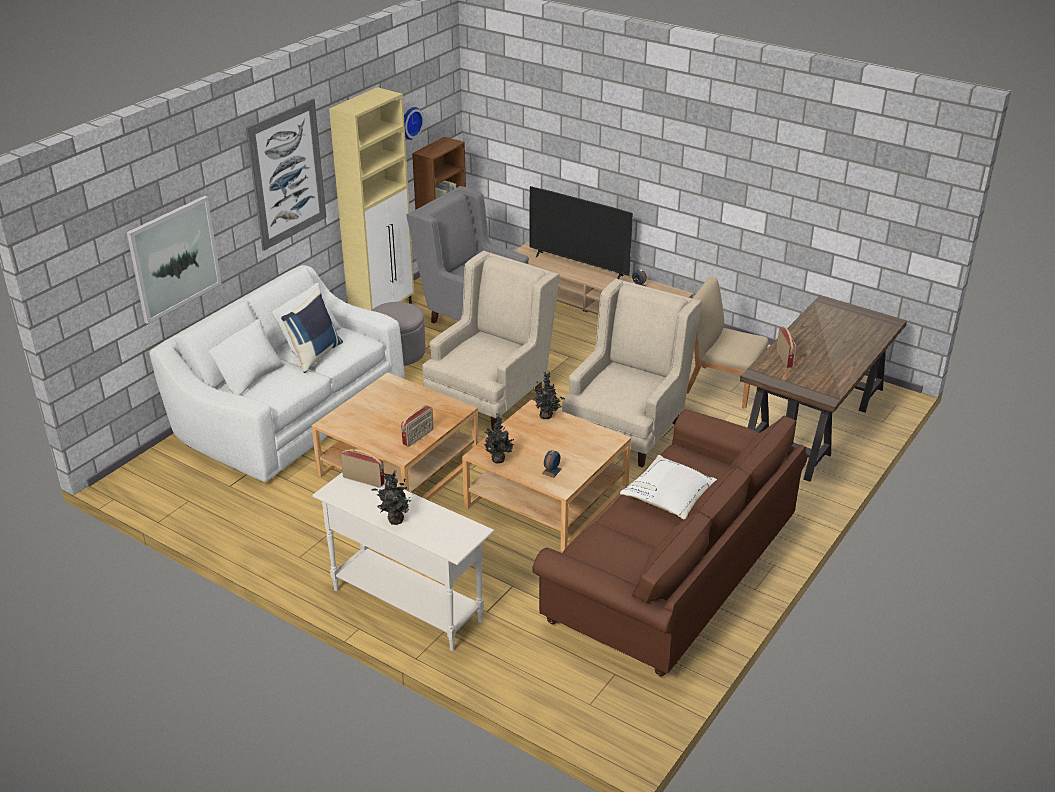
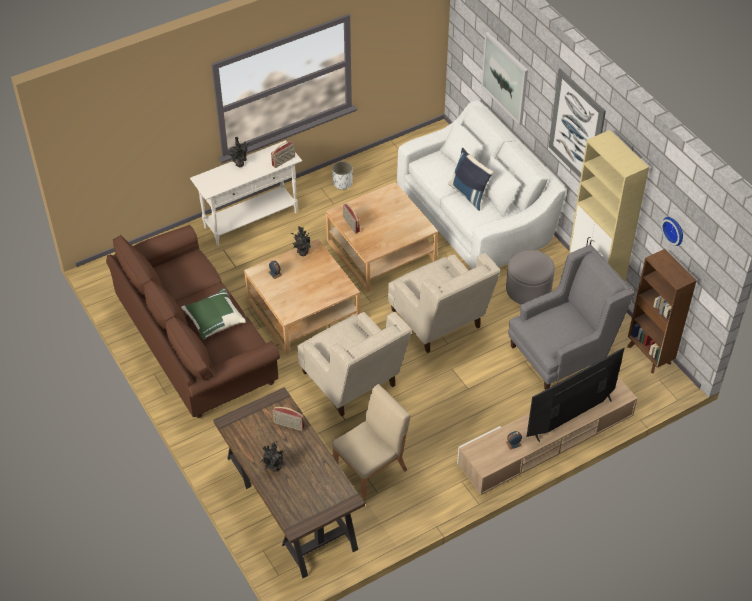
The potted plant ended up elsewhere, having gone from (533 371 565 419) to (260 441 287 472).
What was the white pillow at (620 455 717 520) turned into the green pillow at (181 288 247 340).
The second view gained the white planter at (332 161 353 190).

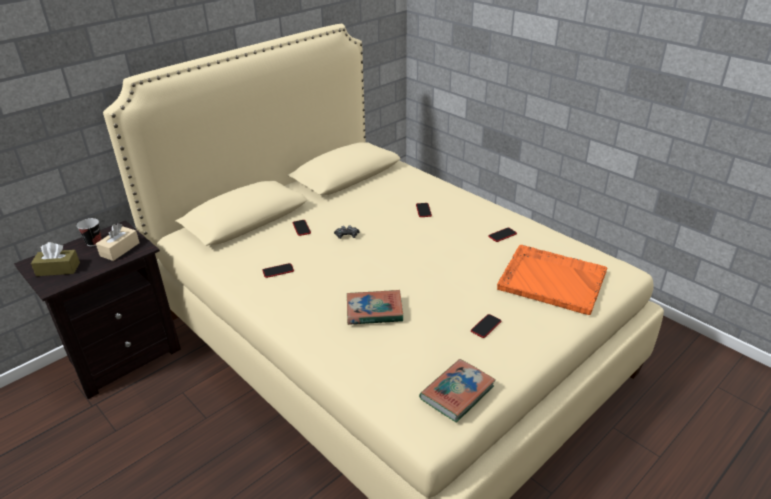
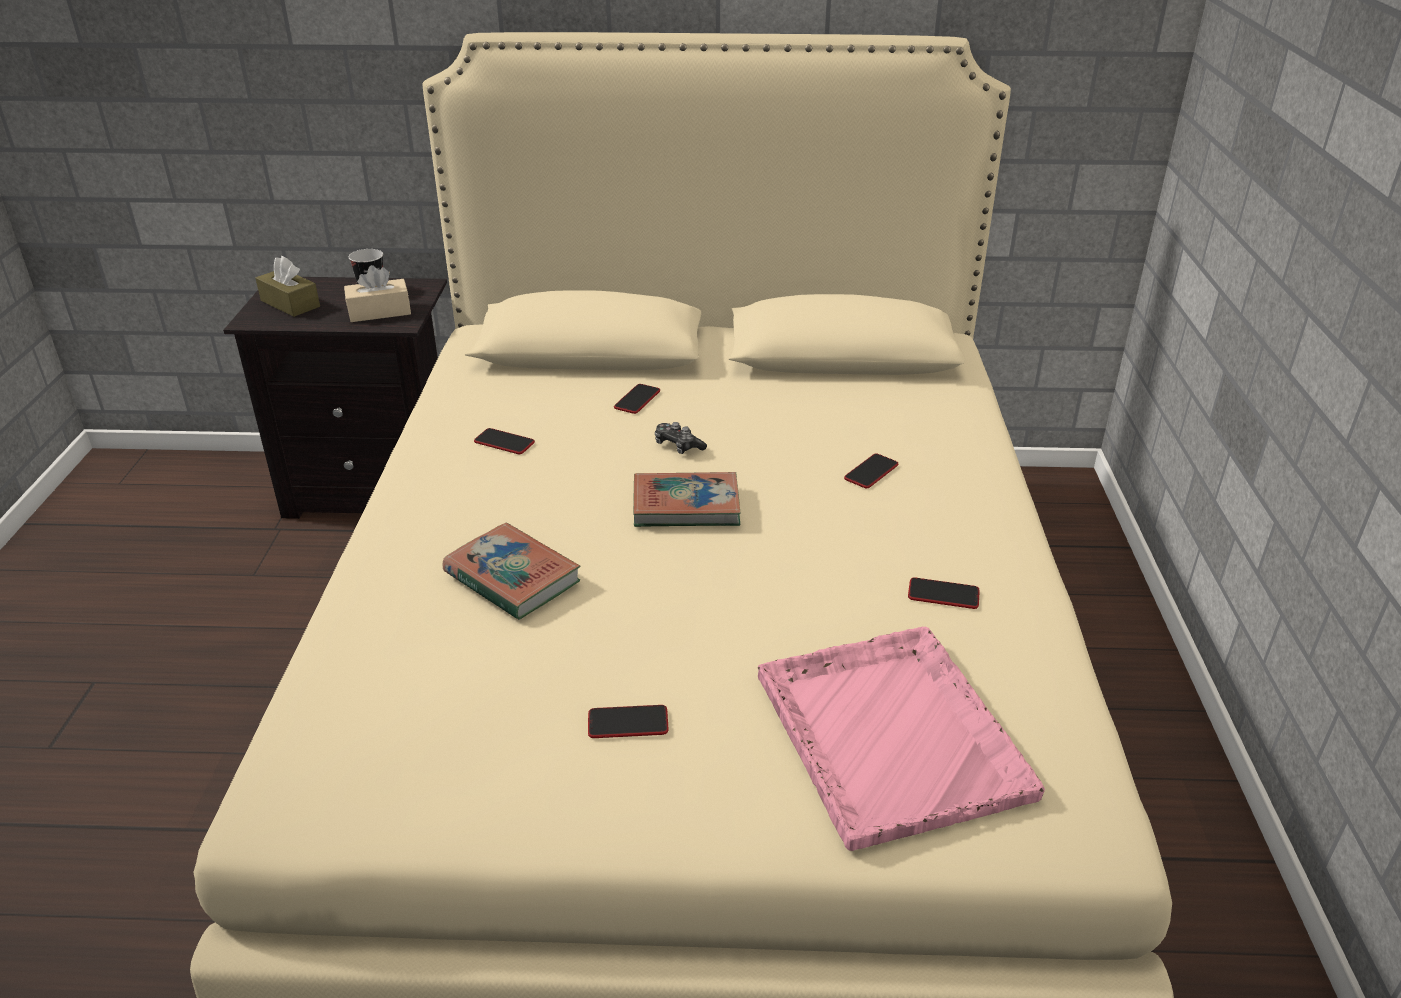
What was the orange tray at (497 245 607 315) turned into the pink tray at (758 627 1045 851).
The book ended up elsewhere, having gone from (419 359 496 422) to (633 472 741 527).

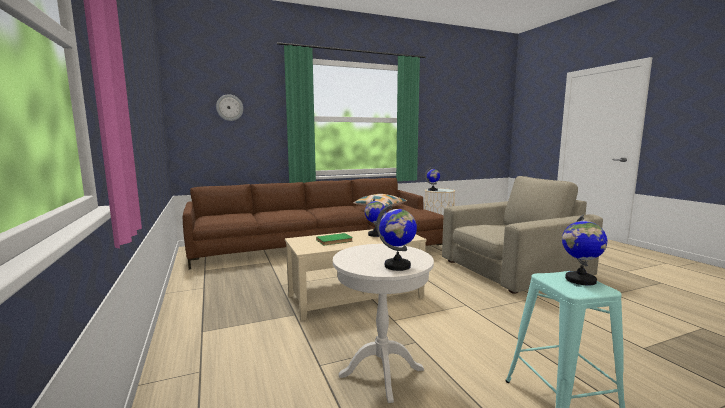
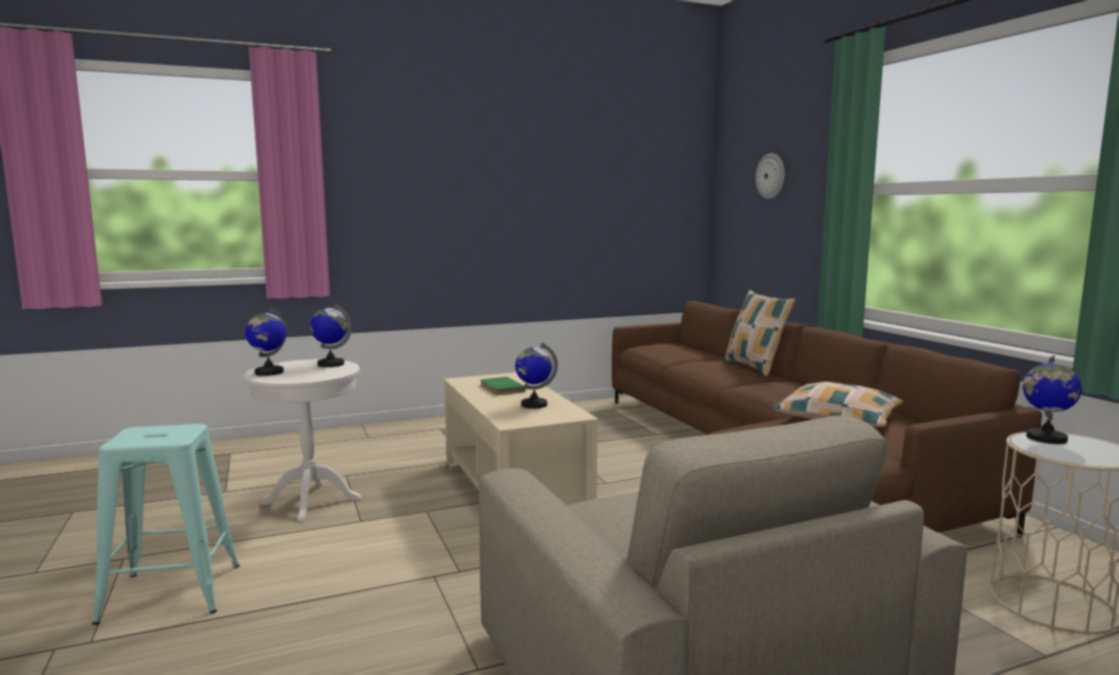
The globe ended up elsewhere, having gone from (562 214 607 286) to (310 304 352 367).
The second view gained the pillow at (724 290 796 376).

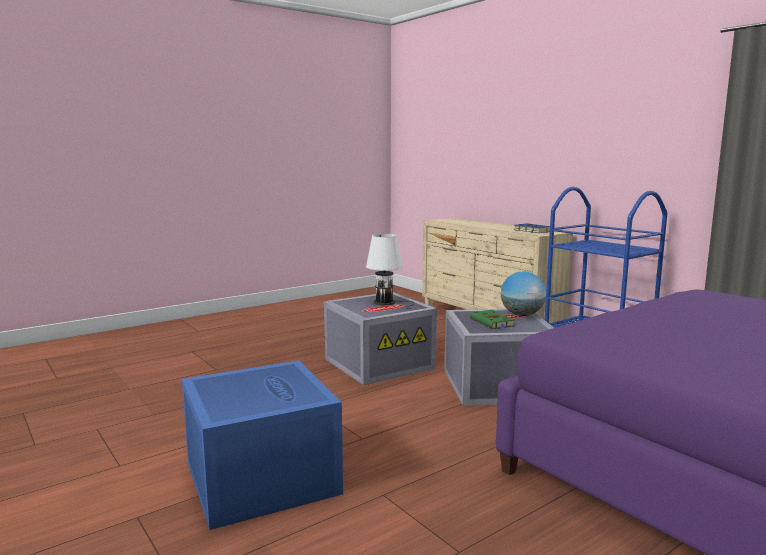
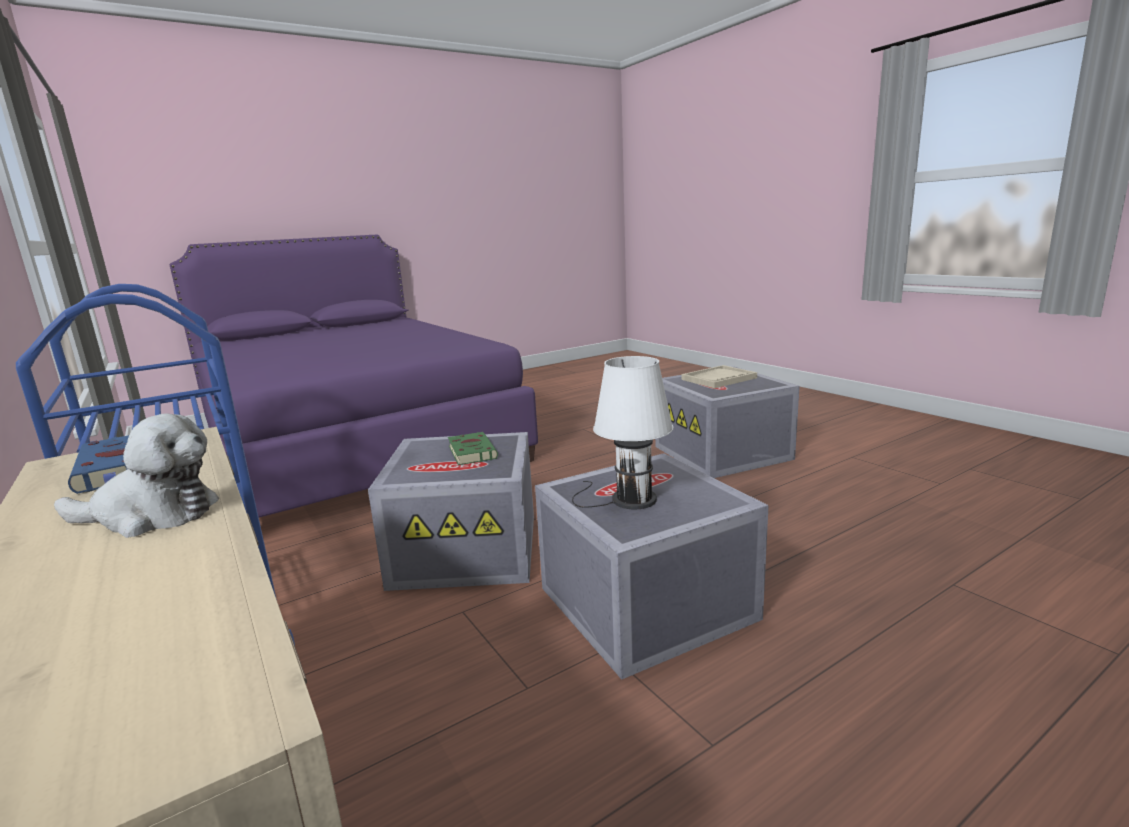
The second view lost the globe at (501 271 546 316).
What was the blue storage box at (182 360 343 530) turned into the grey storage box at (655 367 800 478).
The second view gained the beige tray at (682 365 757 388).
The second view gained the plush toy at (54 413 219 538).

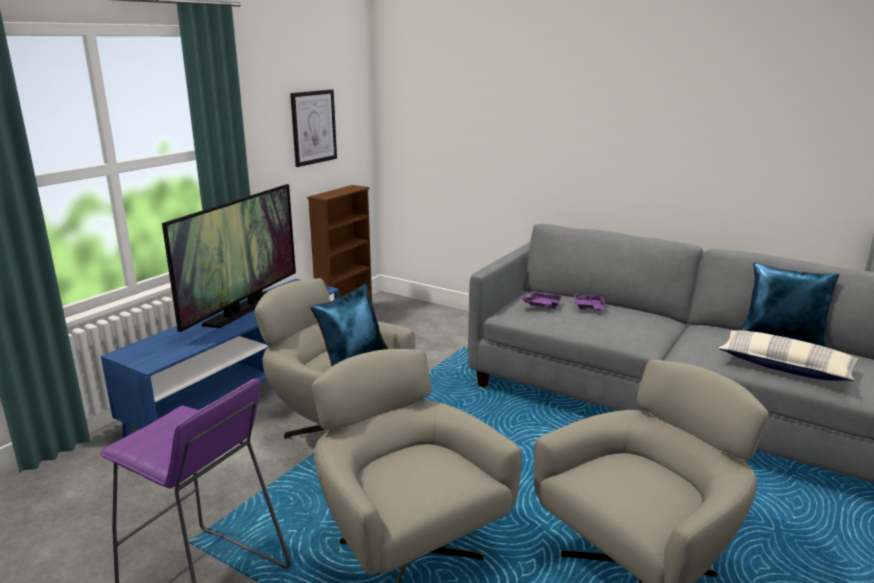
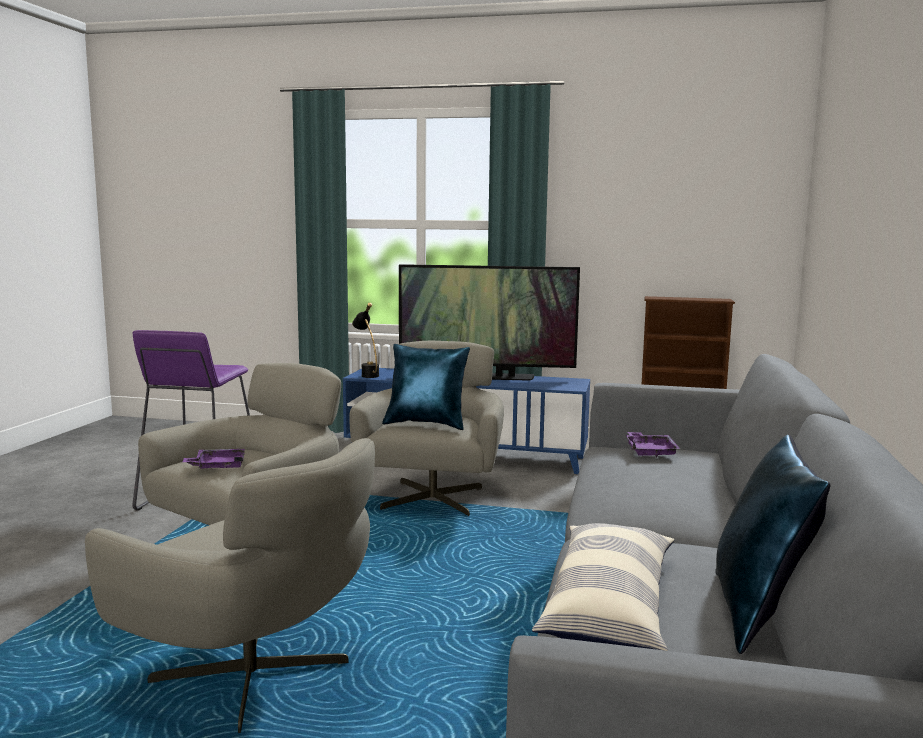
The second view lost the picture at (290 89 337 167).
The purple tray ended up elsewhere, having gone from (574 294 606 310) to (183 449 245 468).
The second view gained the black table lamp at (352 303 379 378).

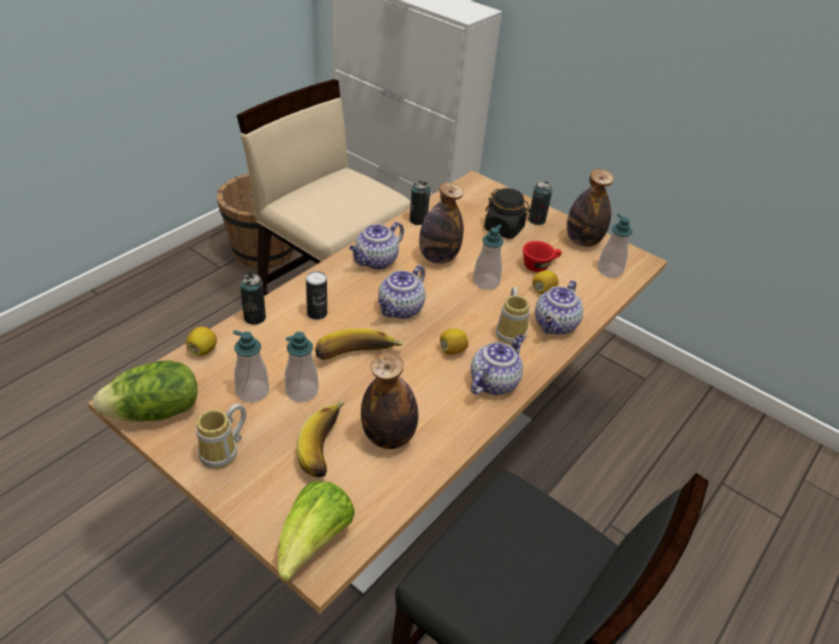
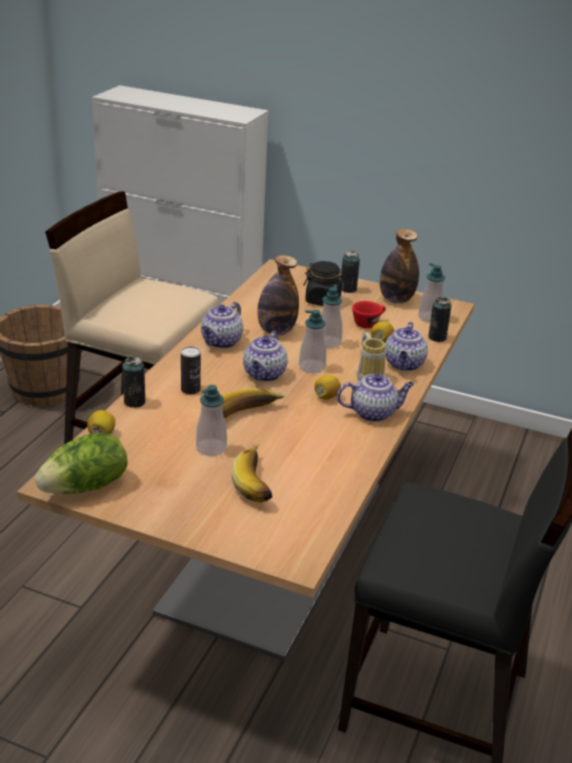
The can ended up elsewhere, having gone from (409 181 430 225) to (428 297 452 342).
The soap dispenser ended up elsewhere, having gone from (233 330 269 402) to (299 310 326 373).
The teapot at (471 335 524 396) ended up facing another way, 60 degrees clockwise from before.
The second view lost the bottle at (361 352 418 449).
The second view lost the mug at (196 404 246 469).
The second view lost the lettuce at (278 481 355 581).

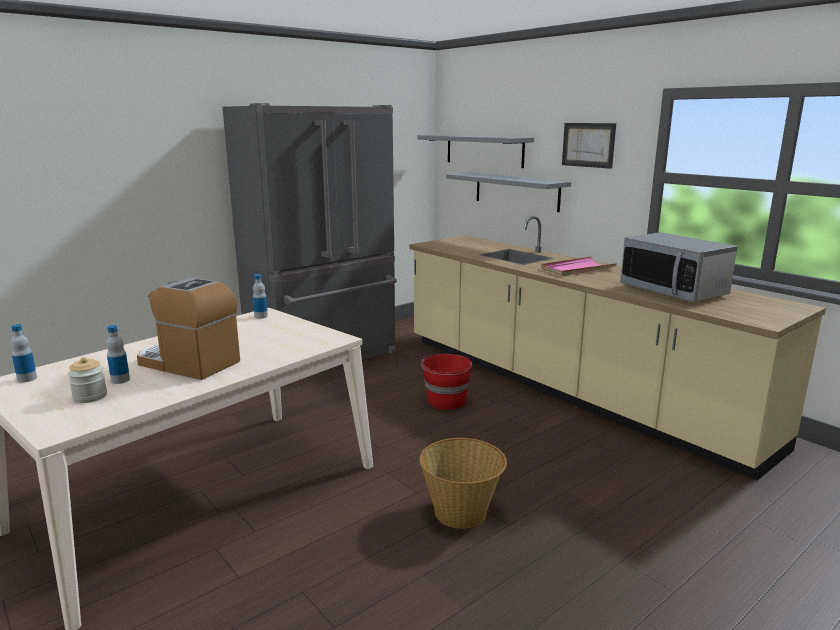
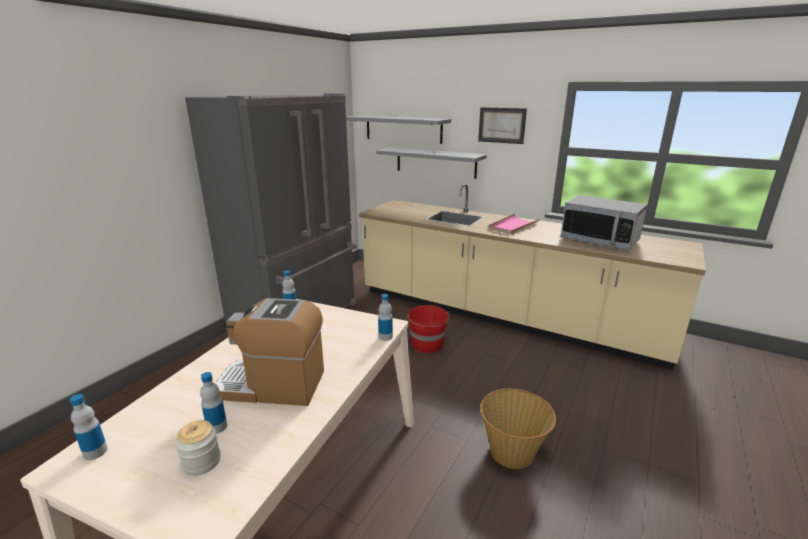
The second view gained the bottle at (378 294 393 341).

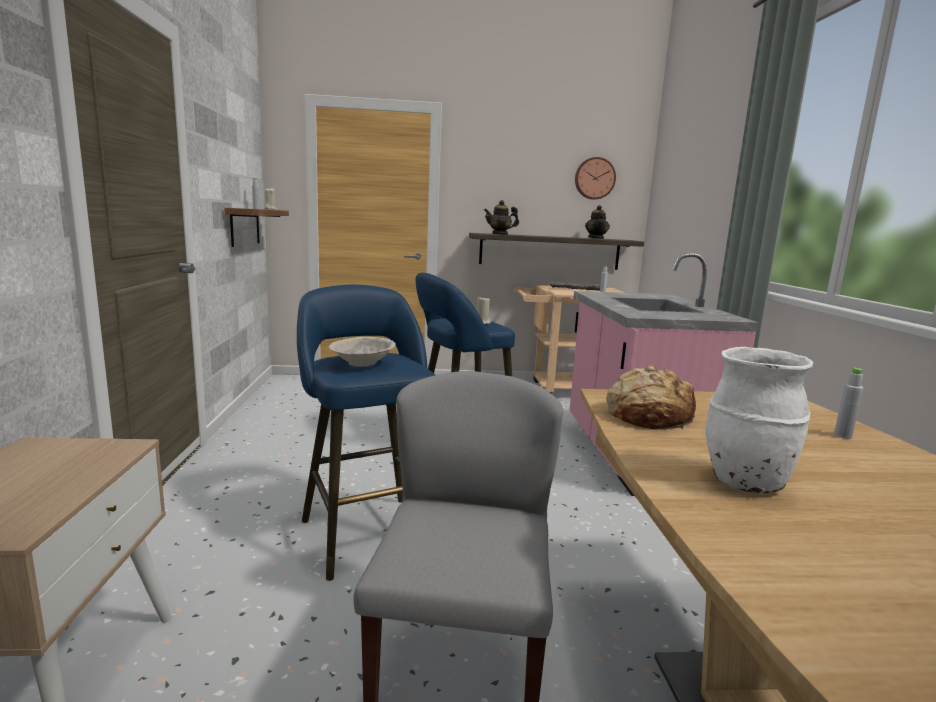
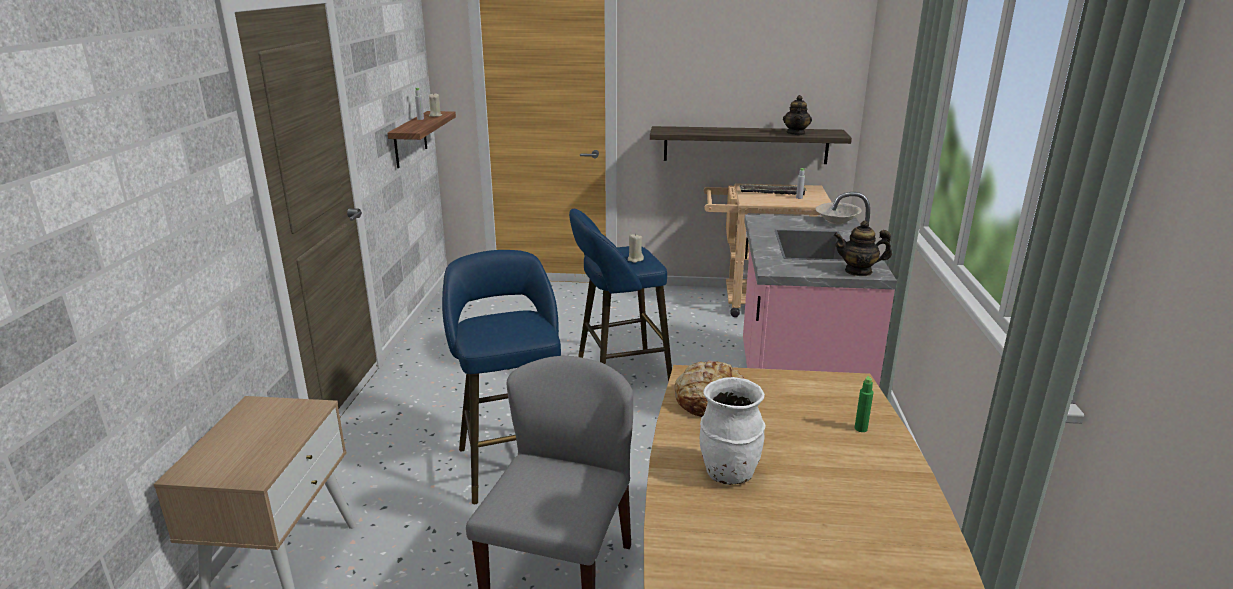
The second view lost the wall clock at (575 157 616 200).
The teapot ended up elsewhere, having gone from (484 200 519 235) to (833 221 892 276).
The beige bowl ended up elsewhere, having gone from (329 337 396 367) to (816 202 861 224).
What was the grey bottle at (834 367 863 439) turned into the green bottle at (855 376 873 432).

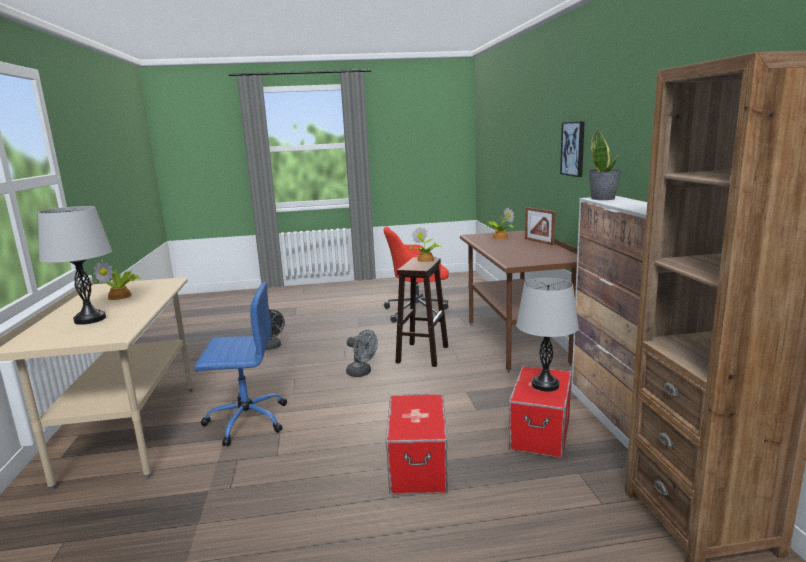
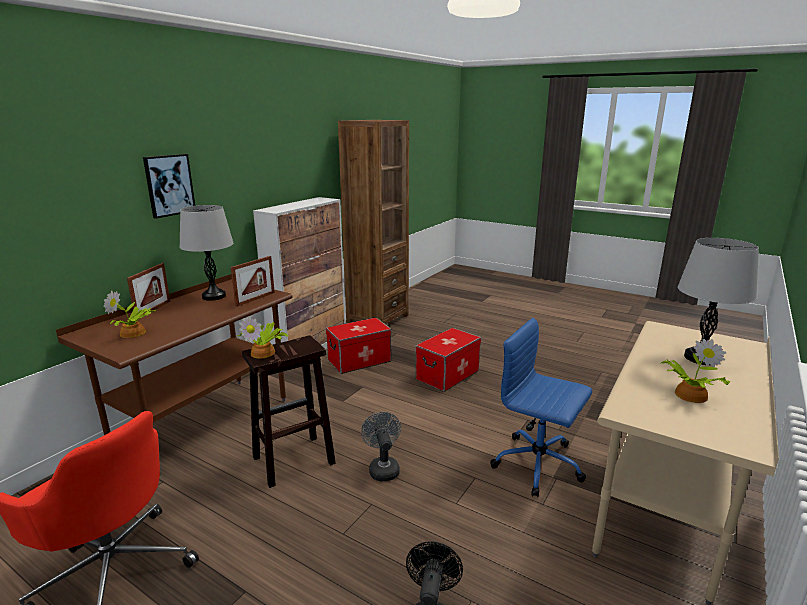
The second view lost the potted plant at (589 129 622 200).
The grey table lamp ended up elsewhere, having gone from (516 278 579 391) to (180 205 234 301).
The second view gained the picture frame at (231 256 275 307).

